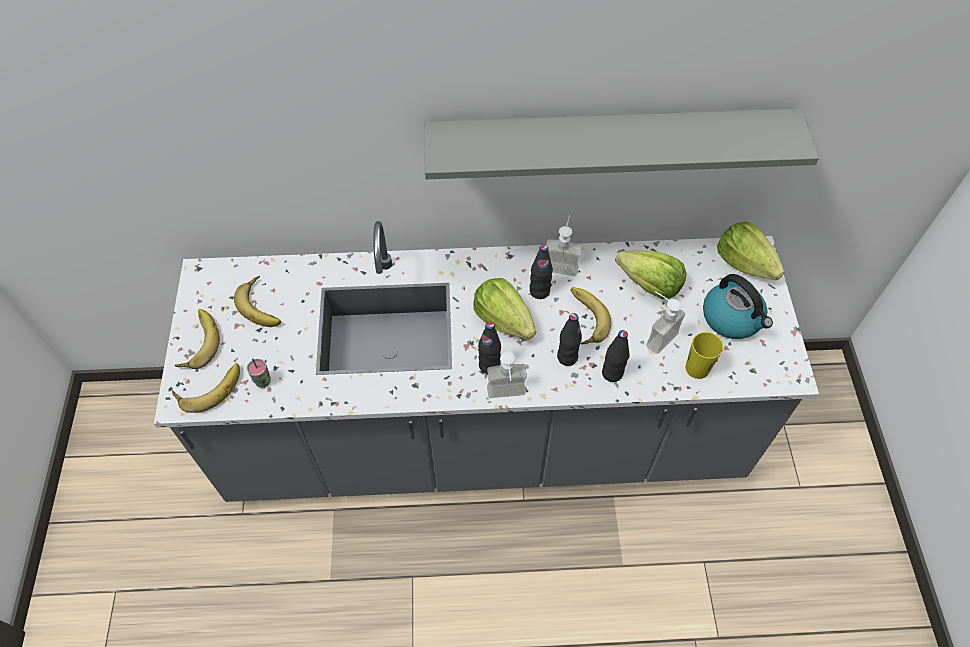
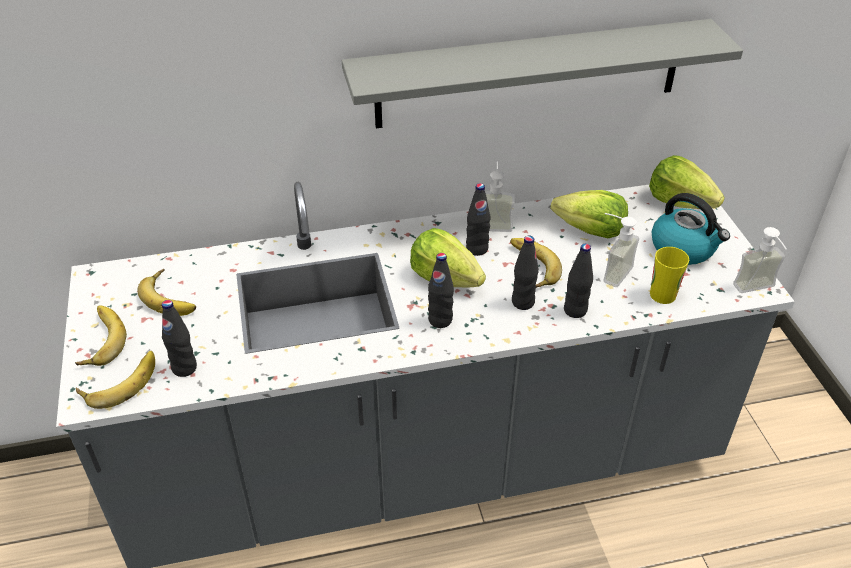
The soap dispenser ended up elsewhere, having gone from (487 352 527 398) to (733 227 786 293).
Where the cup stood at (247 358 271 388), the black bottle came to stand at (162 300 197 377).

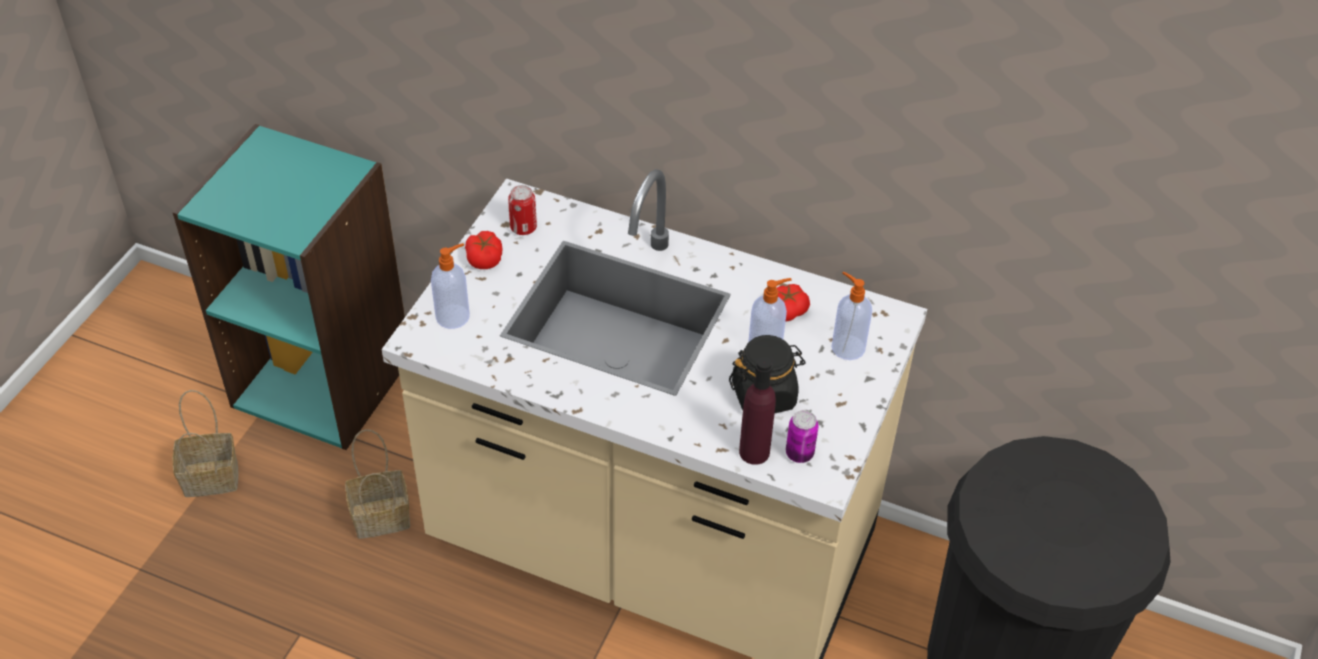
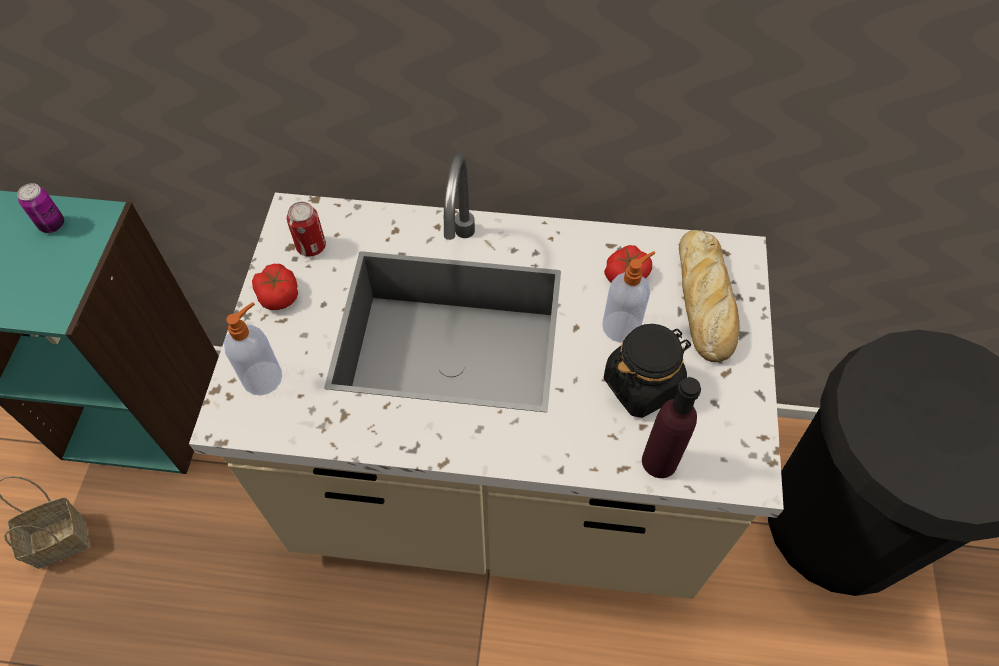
Where the soap dispenser stood at (831 272 872 360), the bread came to stand at (679 230 740 362).
The can ended up elsewhere, having gone from (786 410 819 463) to (17 183 64 233).
The second view lost the basket at (345 429 410 539).

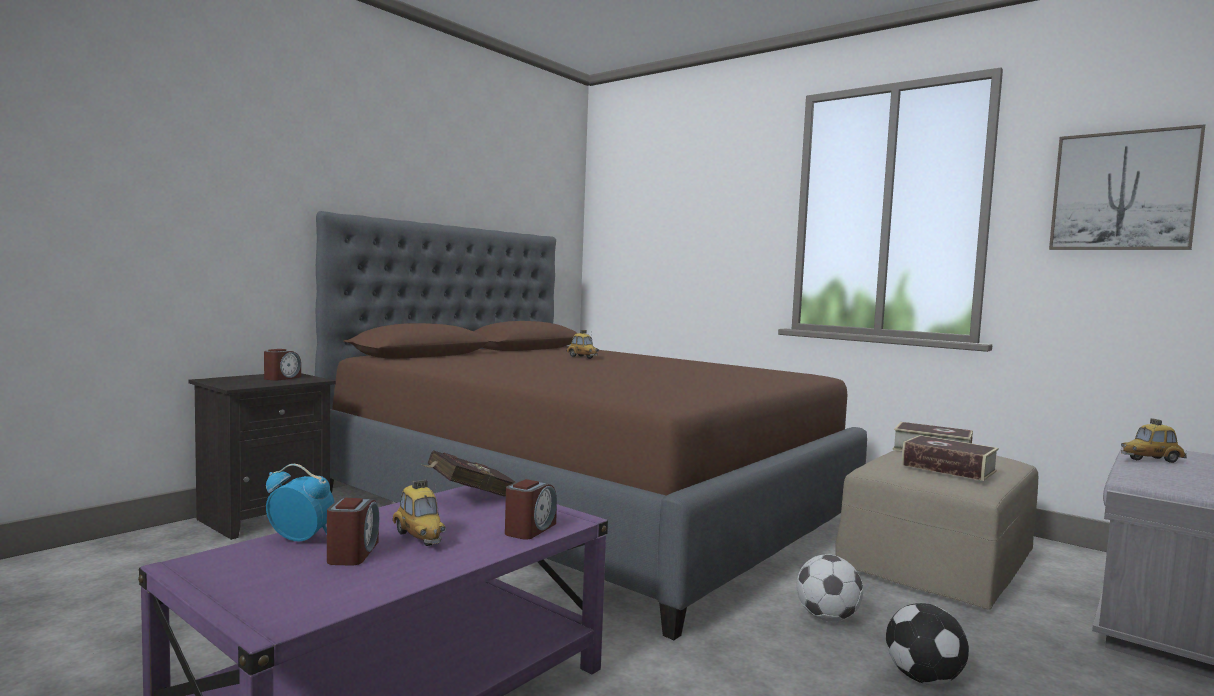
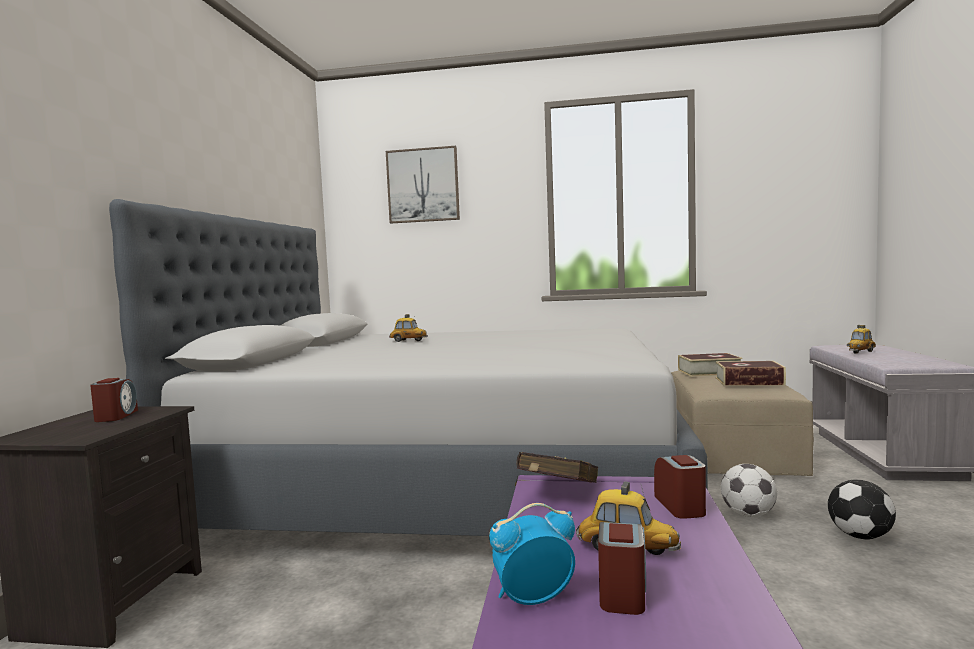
The picture ended up elsewhere, having gone from (1049 124 1206 250) to (386 146 460 223).
What was the brown bed at (315 211 867 640) turned into the grey bed at (109 199 708 536).
The alarm clock at (327 498 379 565) ended up facing another way, 45 degrees clockwise from before.

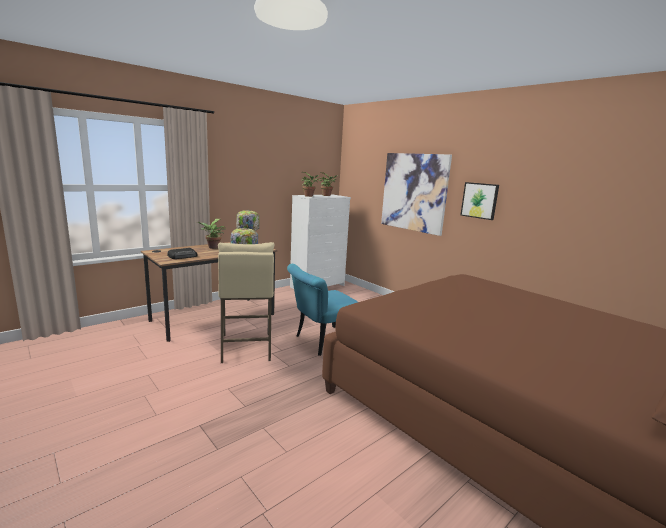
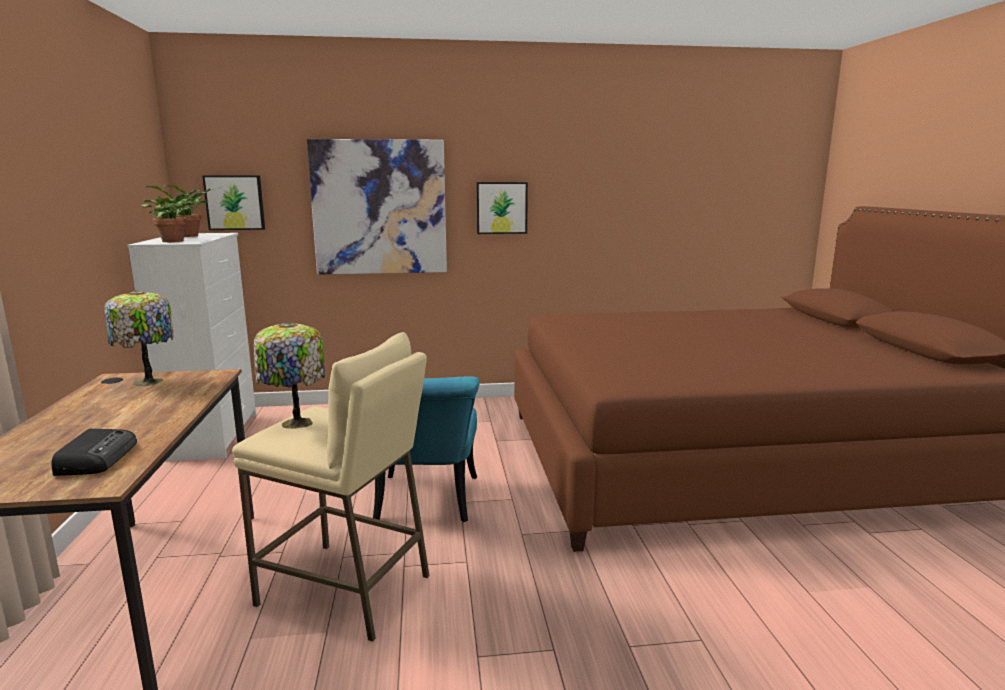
The second view lost the potted plant at (196 219 225 249).
The second view gained the picture at (202 175 265 230).

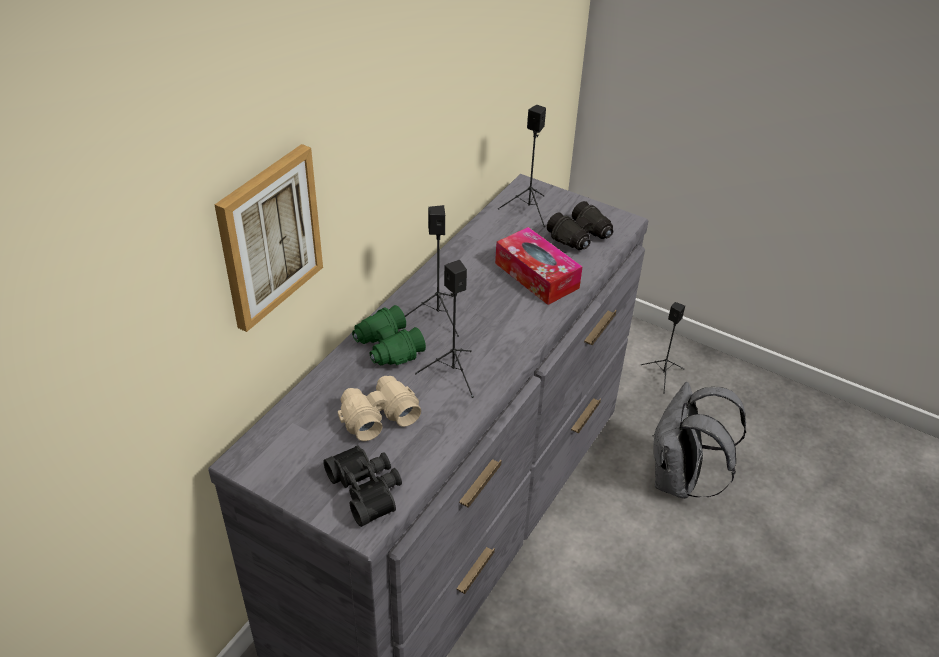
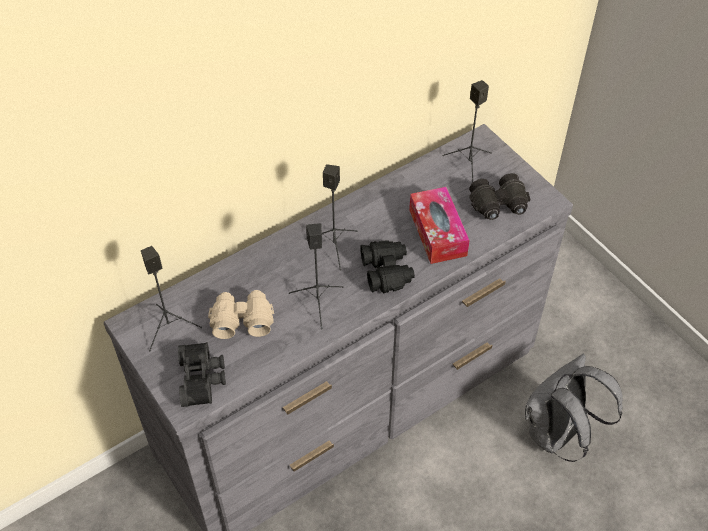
The second view lost the picture at (214 144 323 332).
The black speaker ended up elsewhere, having gone from (641 302 685 394) to (141 246 202 351).
The second view lost the green binoculars at (352 305 426 366).
The second view gained the black binoculars at (360 240 415 294).

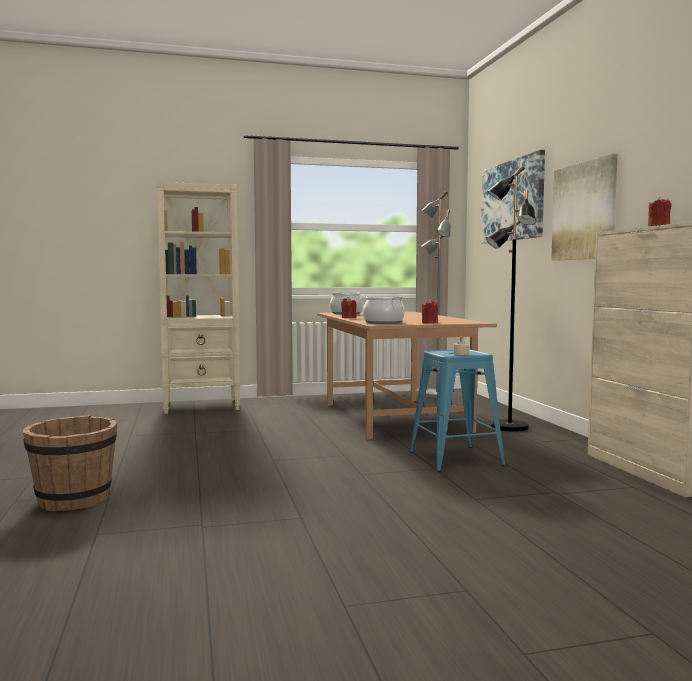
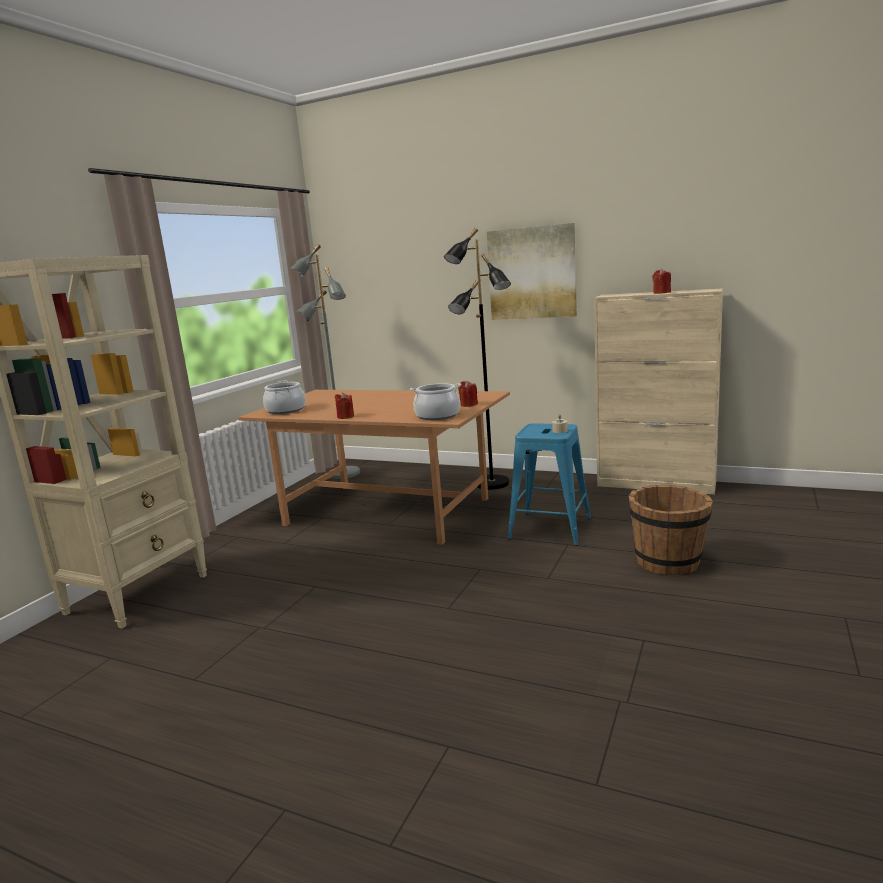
The second view lost the picture at (481 150 545 244).
The brown bucket ended up elsewhere, having gone from (23 415 117 511) to (629 485 713 575).

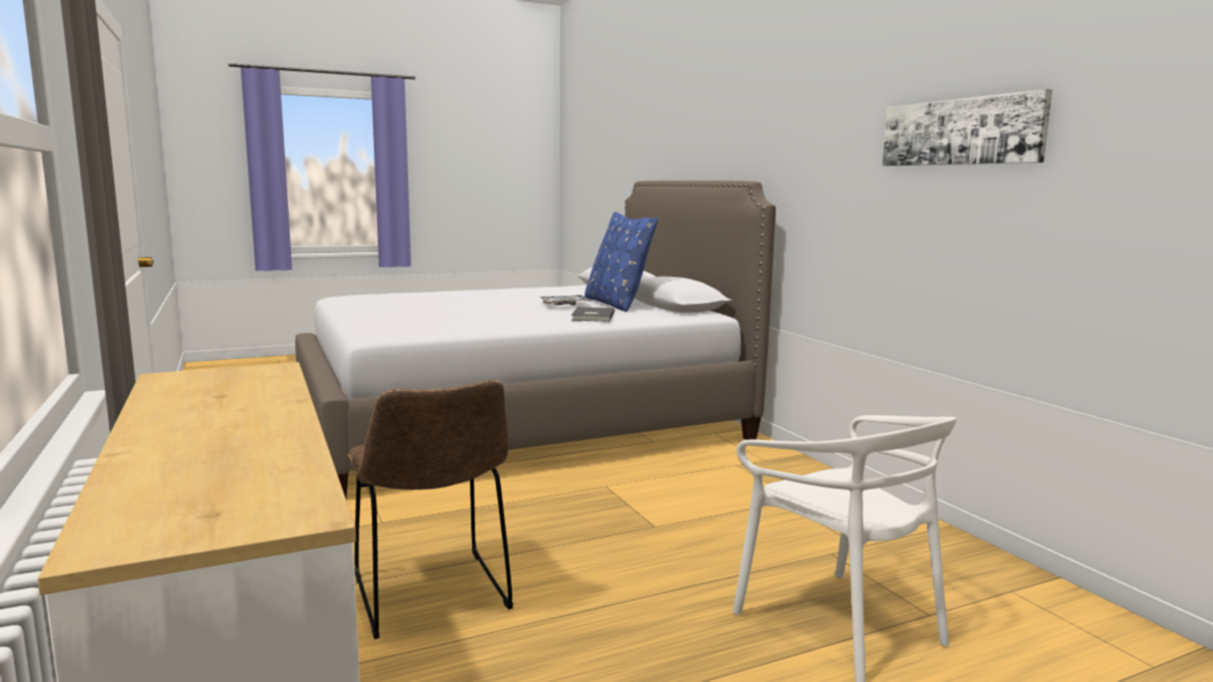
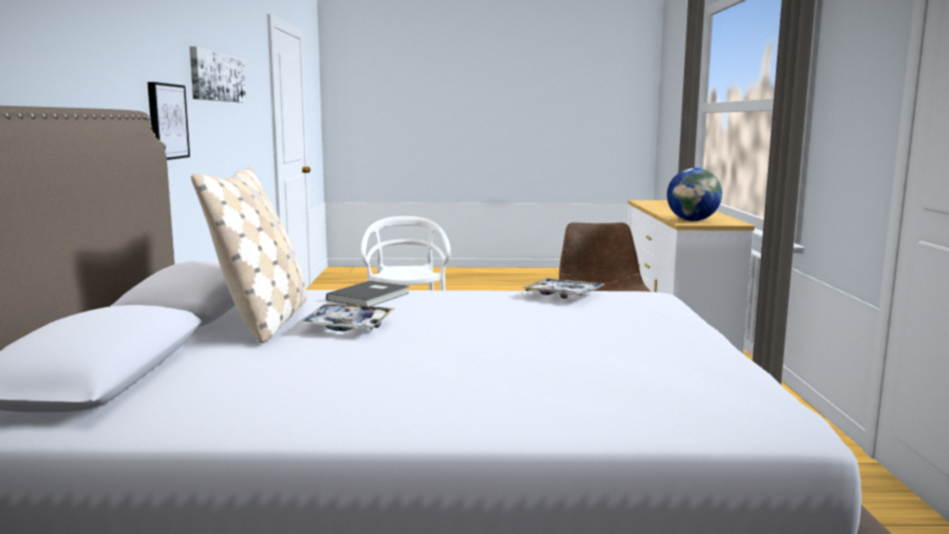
What was the blue pillow at (585 212 658 312) turned into the beige pillow at (191 167 307 343).
The second view gained the picture at (147 82 190 160).
The second view gained the globe at (667 168 722 221).
The second view gained the tray at (521 278 605 299).

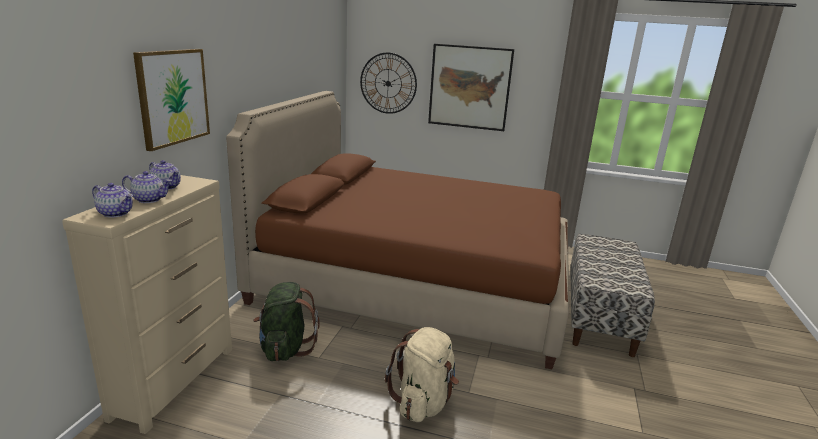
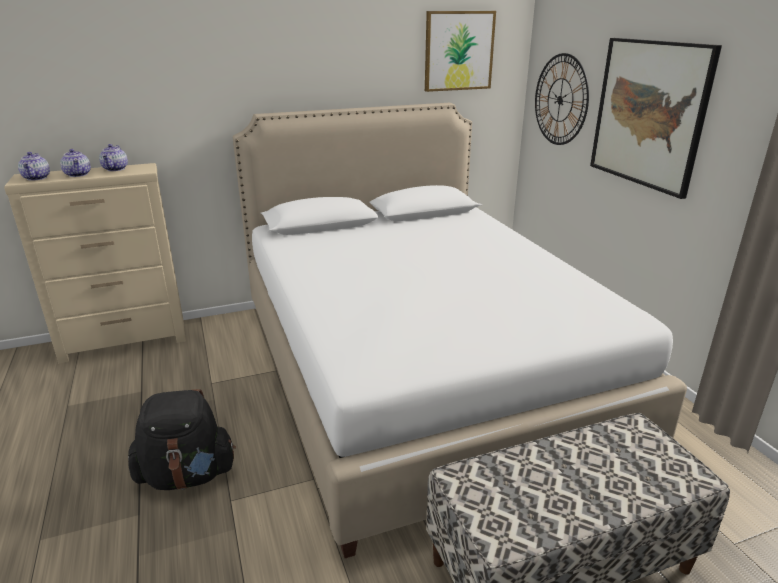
The picture ended up elsewhere, having gone from (133 49 210 151) to (425 11 496 92).
What was the brown bed at (226 91 569 369) turned into the white bed at (233 103 687 558).
The second view lost the green backpack at (253 282 320 361).
What was the beige backpack at (385 327 459 422) turned into the black backpack at (128 389 236 490).

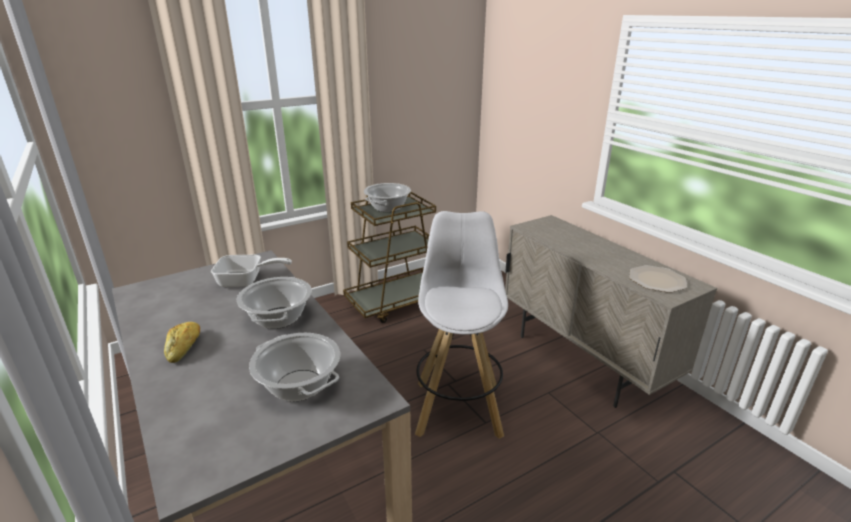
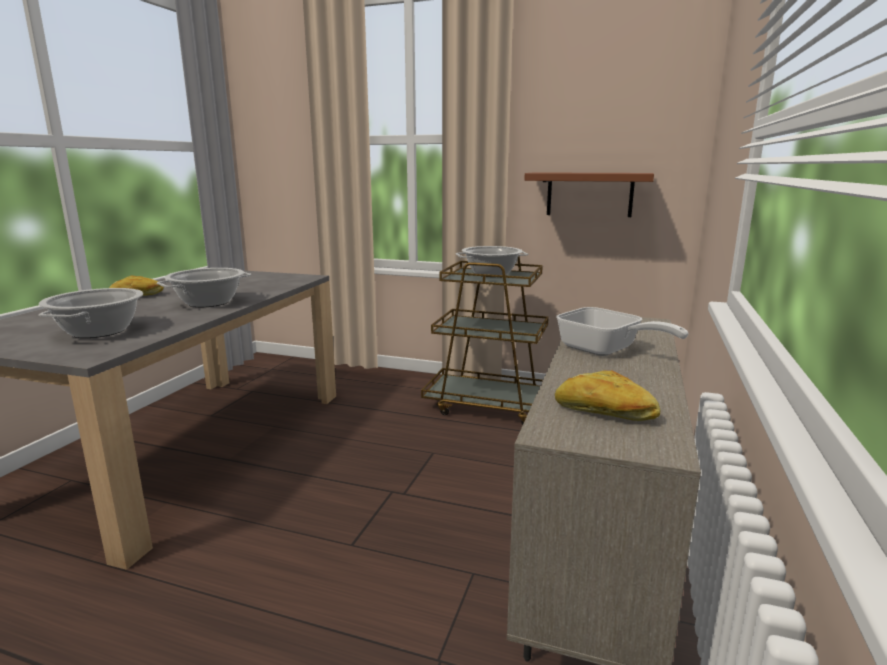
The second view lost the white stool at (415 211 508 439).
The frying pan ended up elsewhere, having gone from (211 255 292 287) to (556 307 688 356).
Where the plate stood at (629 265 687 293), the bread came to stand at (555 370 660 421).
The second view gained the brown shelf at (524 172 654 217).

